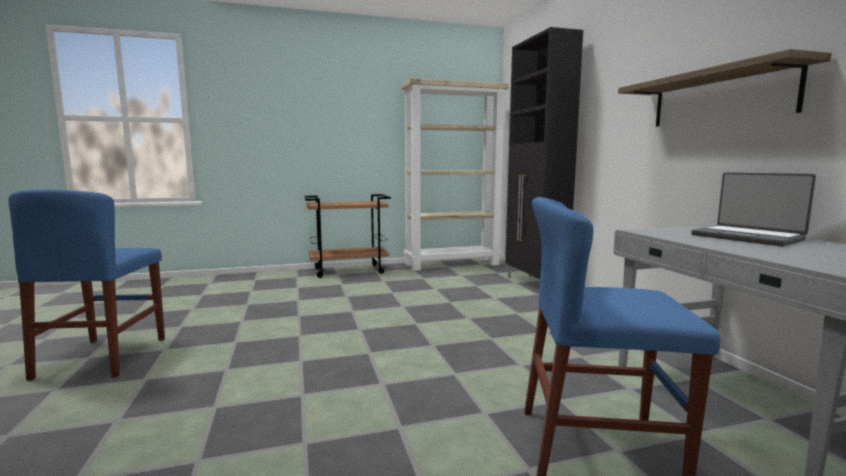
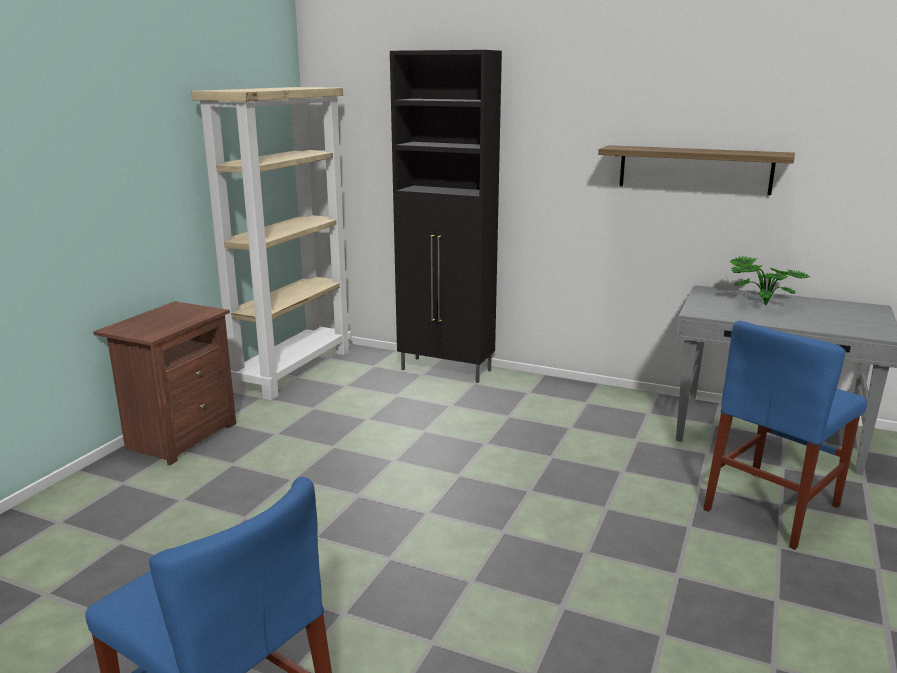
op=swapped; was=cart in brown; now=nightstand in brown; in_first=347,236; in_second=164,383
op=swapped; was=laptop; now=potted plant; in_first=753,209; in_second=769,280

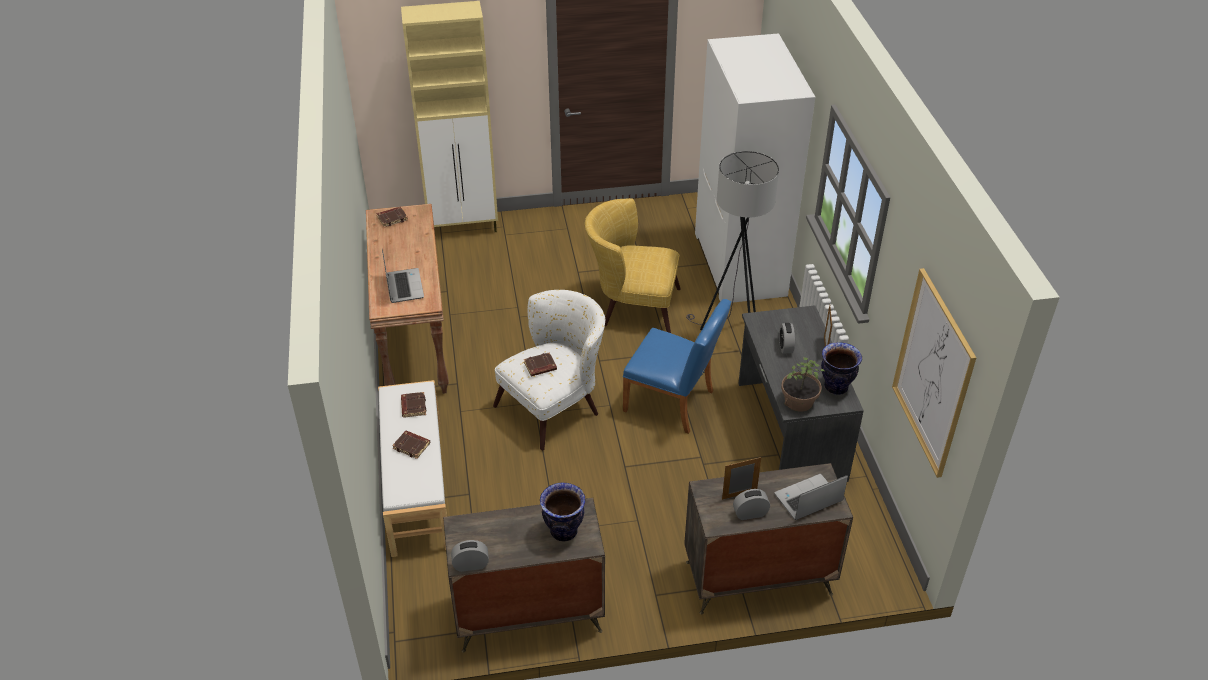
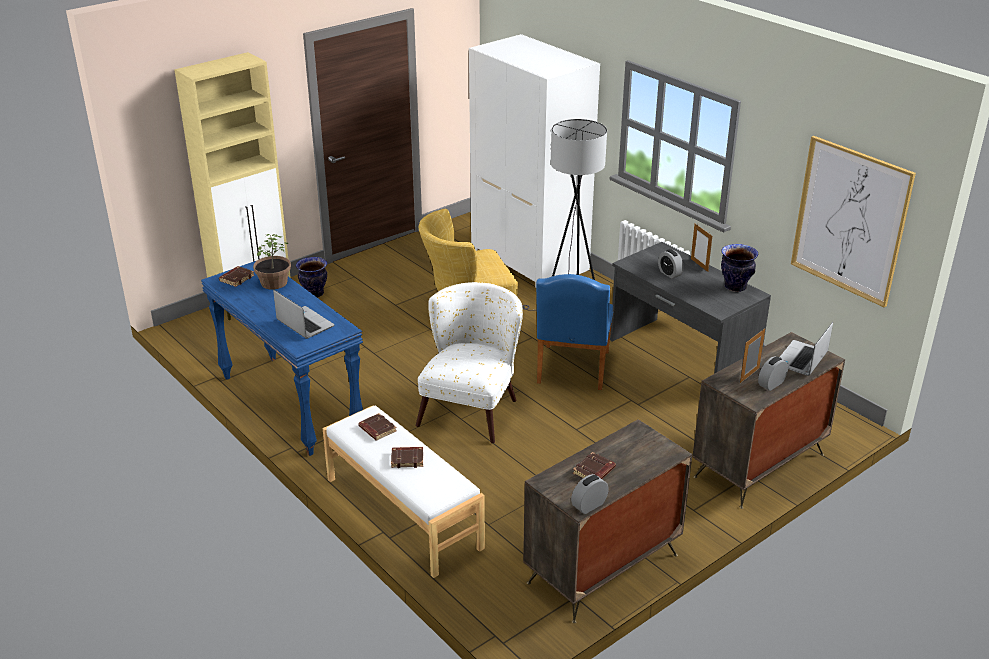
op=repainted; was=console table in brown; now=console table in blue; in_first=407,299; in_second=282,358
op=shifted; was=potted plant; in_first=803,385; in_second=272,261
op=shifted; was=vase; in_first=562,512; in_second=312,277
op=rotated; was=chair in blue; in_first=677,366; in_second=574,332; clockwise=105
op=shifted; was=book in brown; in_first=540,364; in_second=594,465

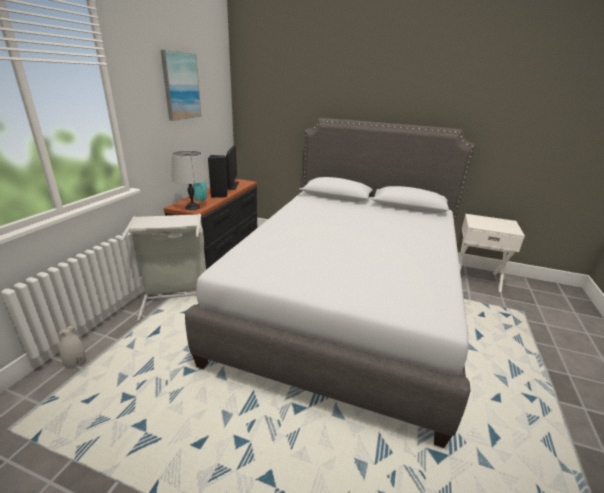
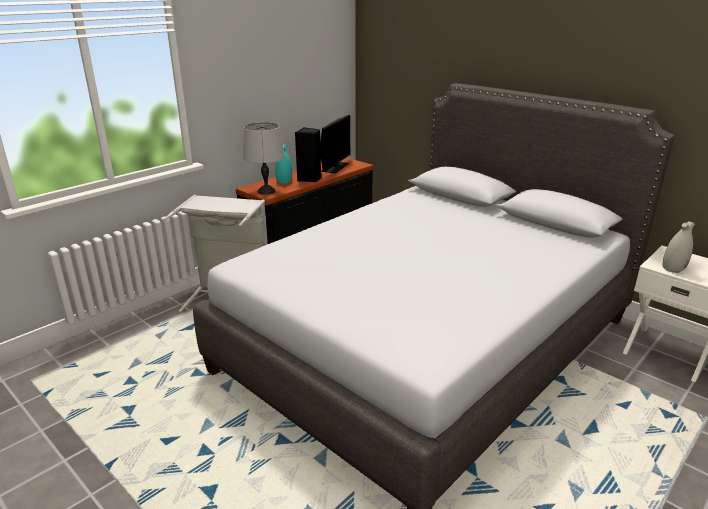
op=shifted; was=vase in white; in_first=72,347; in_second=678,247
op=gone; was=picture; in_first=181,85

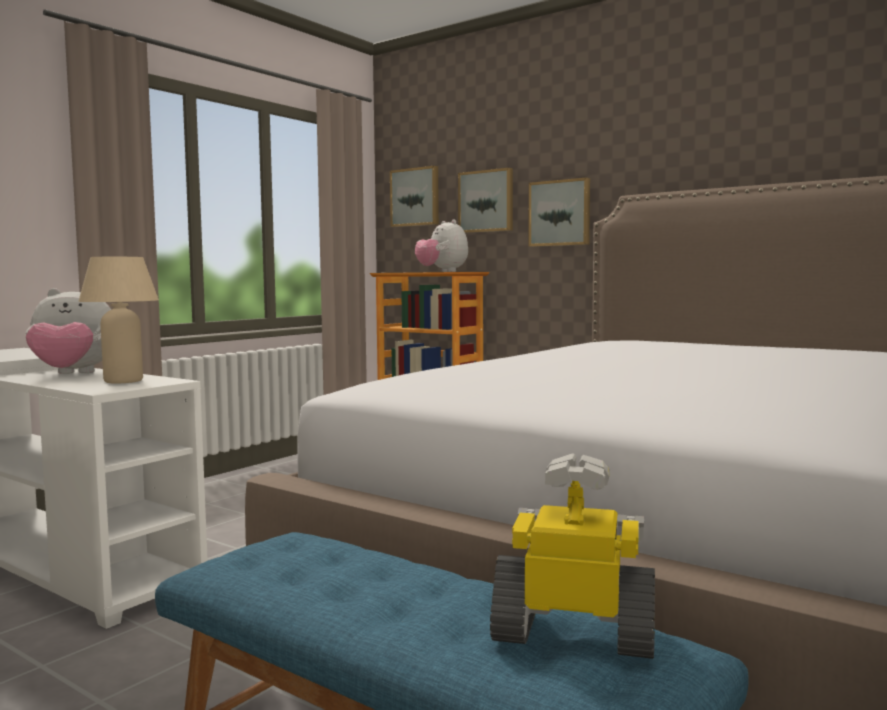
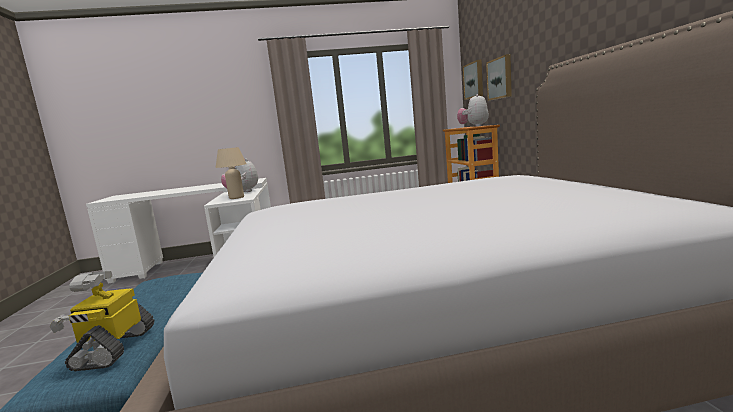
op=rotated; was=toy robot; in_first=572,556; in_second=102,321; clockwise=-150
op=gone; was=picture; in_first=559,212

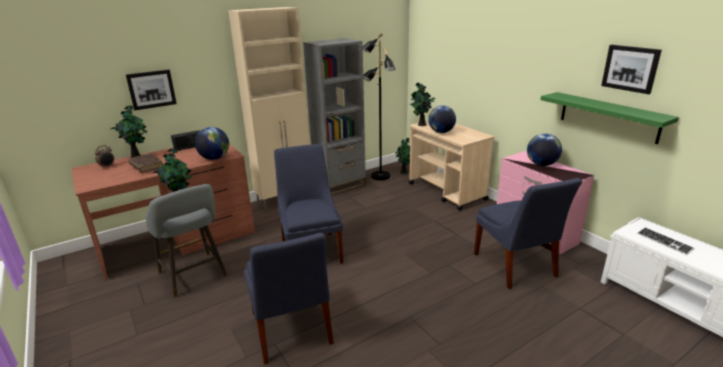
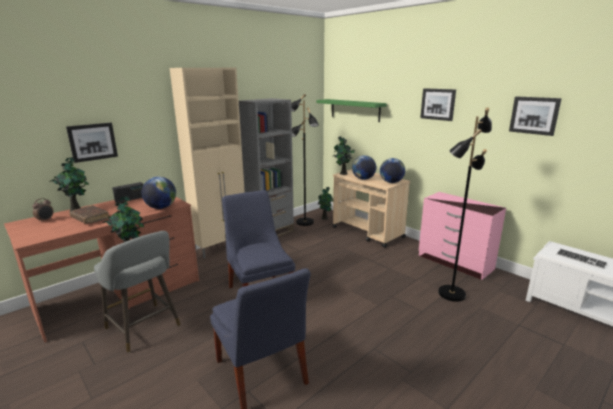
op=shifted; was=shelf in green; in_first=610,118; in_second=351,110
op=shifted; was=globe; in_first=544,149; in_second=392,170
op=new; now=picture; in_second=438,104
op=swapped; was=chair in blue; now=floor lamp in black; in_first=528,233; in_second=465,204

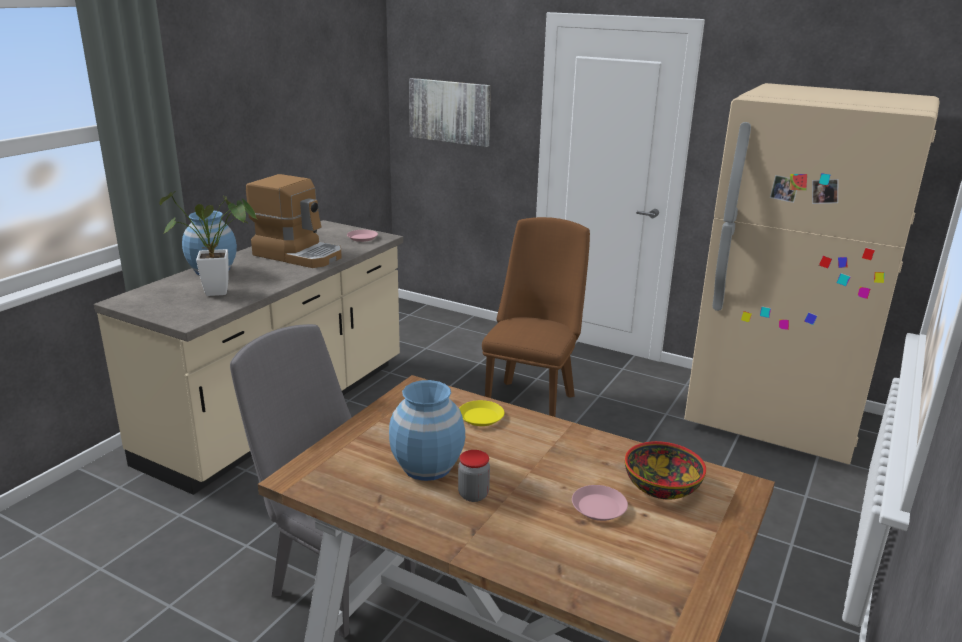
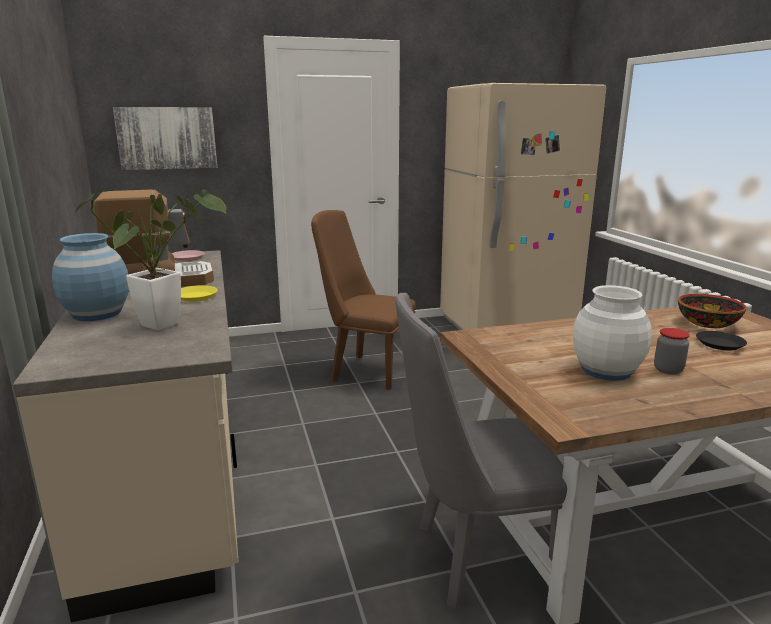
op=shifted; was=plate in yellow; in_first=481,413; in_second=199,293
op=rotated; was=chair in brown; in_first=536,317; in_second=363,300; clockwise=-45
op=repainted; was=vase in blue; now=vase in white; in_first=427,430; in_second=612,333
op=repainted; was=plate in pink; now=plate in black; in_first=600,503; in_second=721,341

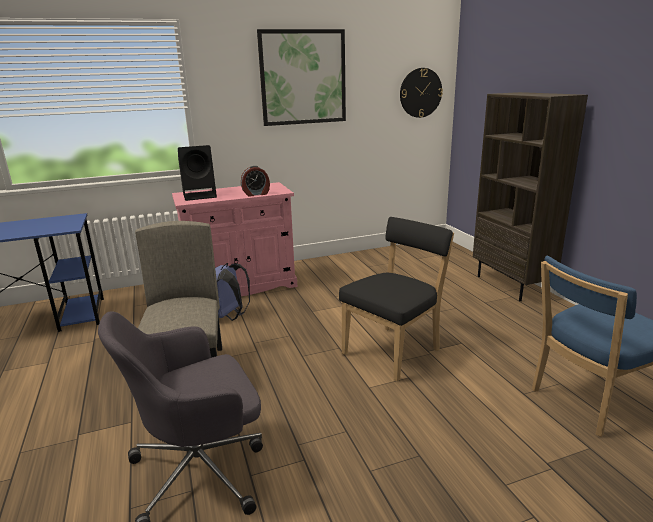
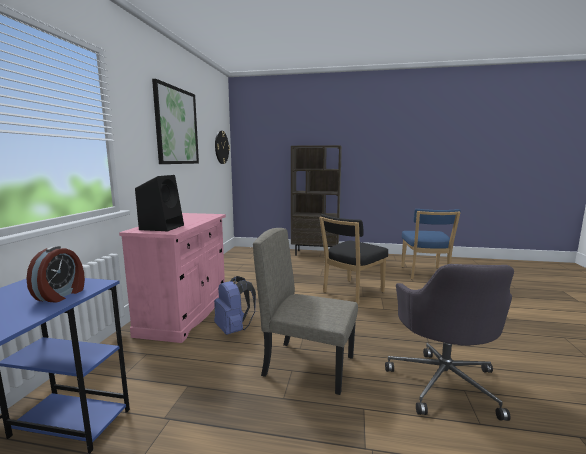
op=shifted; was=alarm clock; in_first=255,181; in_second=55,274
op=rotated; was=chair in black; in_first=396,299; in_second=353,259; clockwise=-120

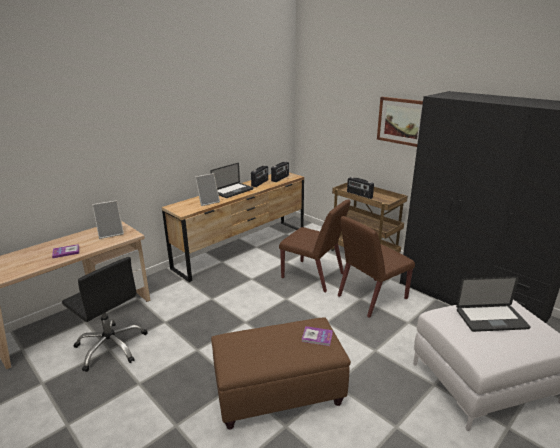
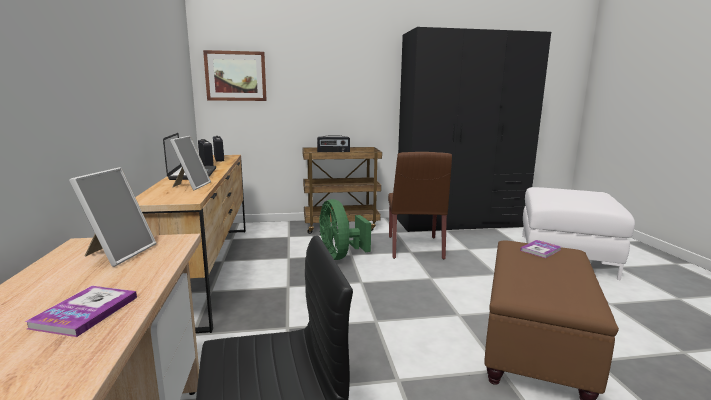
op=shifted; was=picture; in_first=400,122; in_second=235,75
op=swapped; was=chair in brown; now=fan in green; in_first=314,246; in_second=345,229
op=gone; was=laptop; in_first=493,304

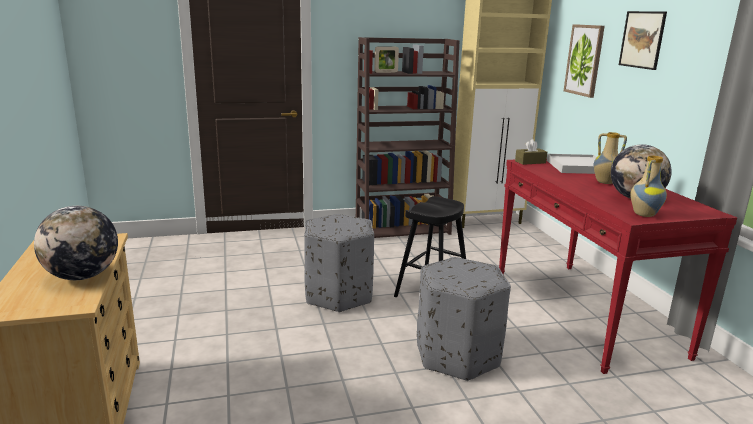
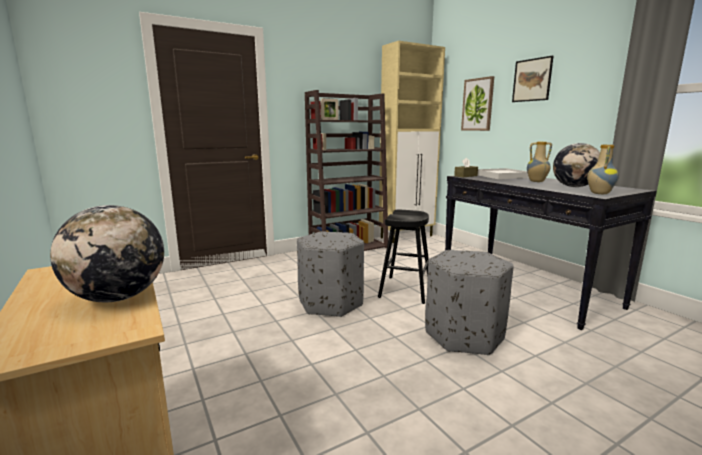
op=repainted; was=console table in red; now=console table in black; in_first=618,267; in_second=551,253

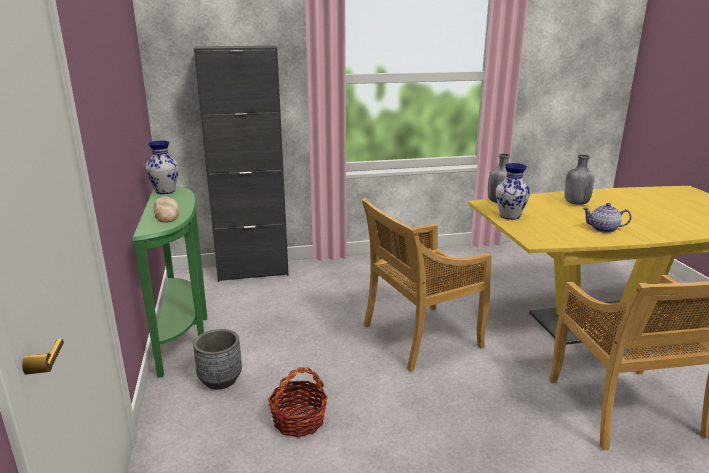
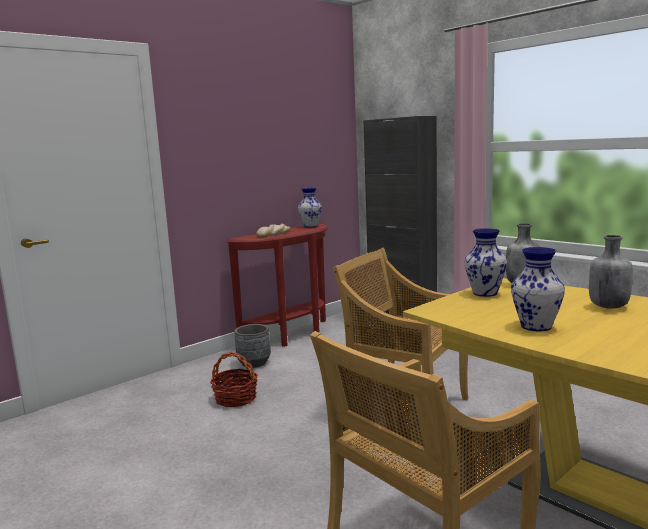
op=repainted; was=console table in green; now=console table in red; in_first=170,282; in_second=277,285
op=swapped; was=teapot; now=vase; in_first=607,218; in_second=538,289

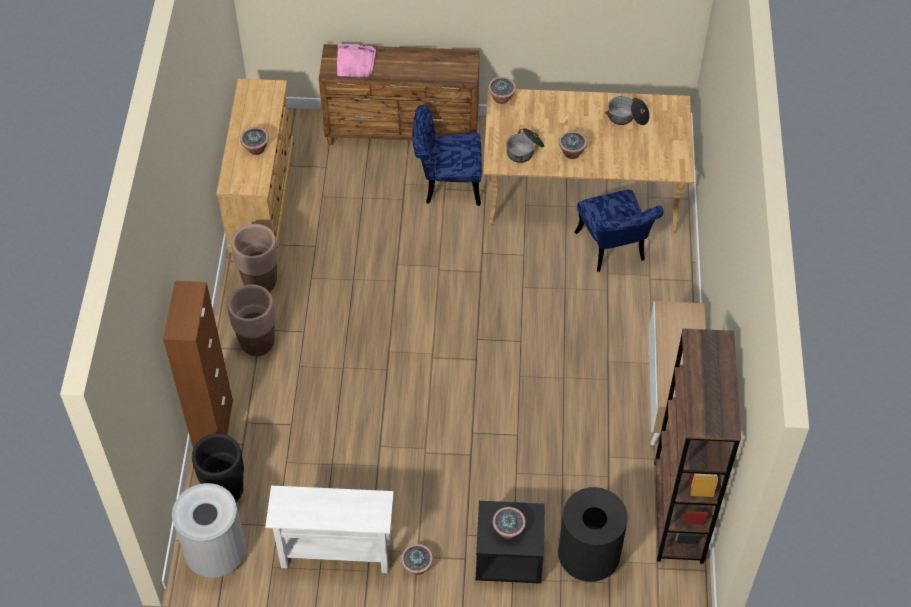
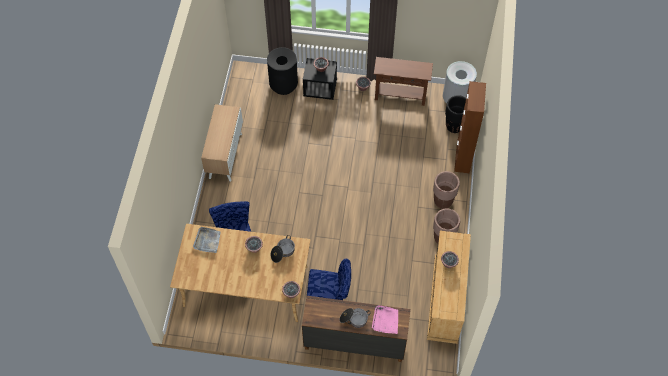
op=new; now=tray in grey; in_second=207,240
op=shifted; was=cooking pot; in_first=627,110; in_second=355,318
op=repainted; was=console table in white; now=console table in brown; in_first=329,529; in_second=403,81
op=gone; was=bookcase in brown; in_first=697,446

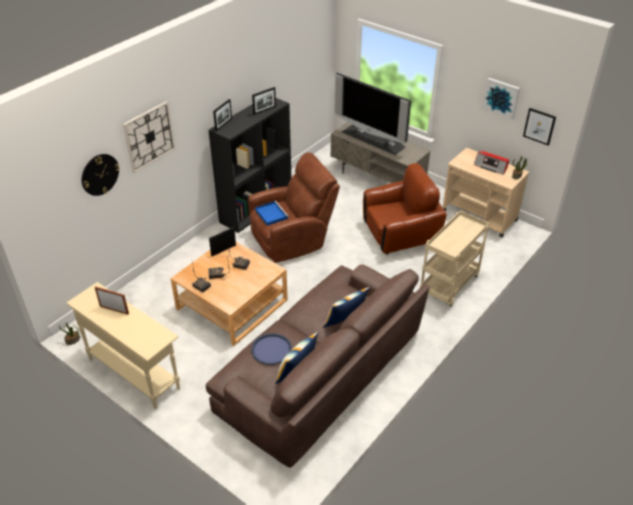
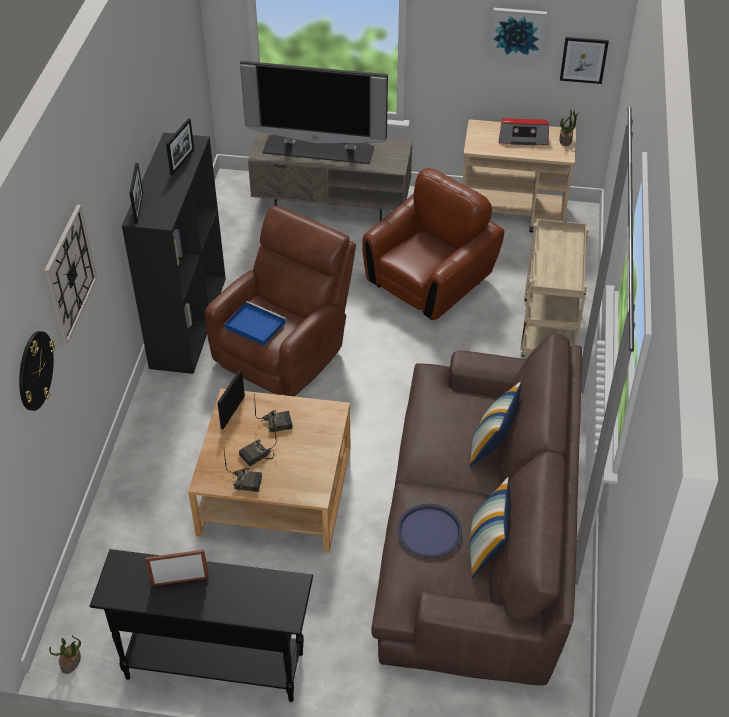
op=repainted; was=console table in beige; now=console table in black; in_first=123,345; in_second=201,625

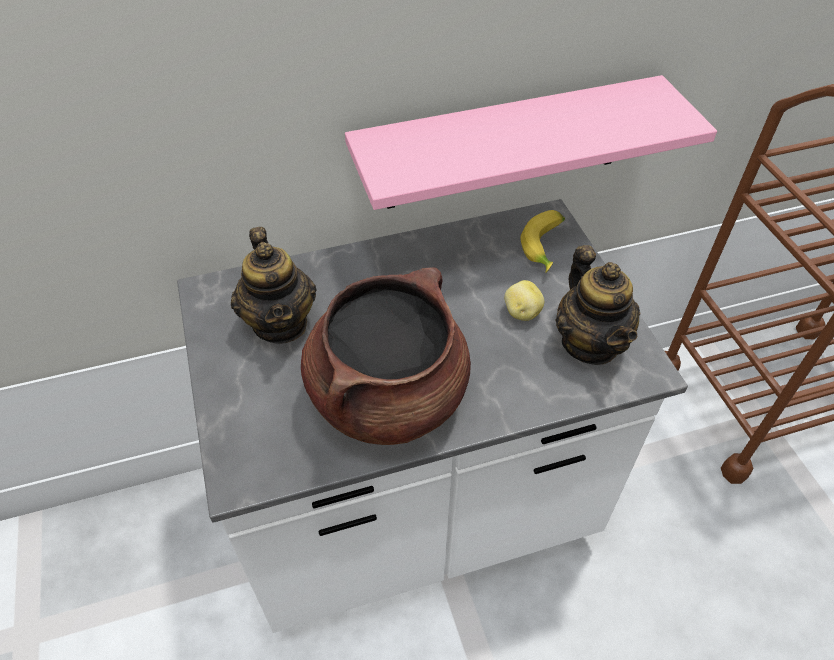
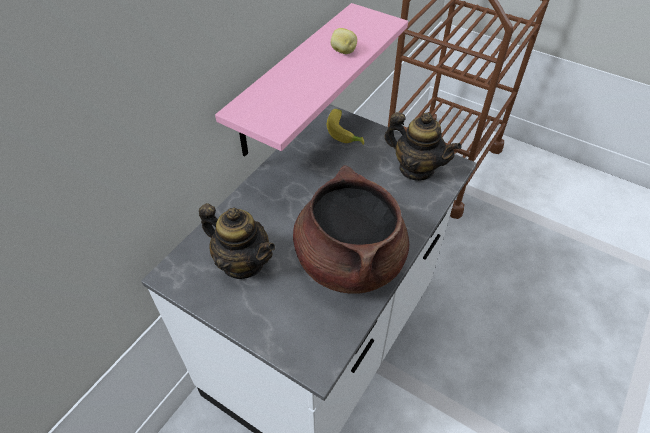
op=shifted; was=potato; in_first=524,300; in_second=344,41

